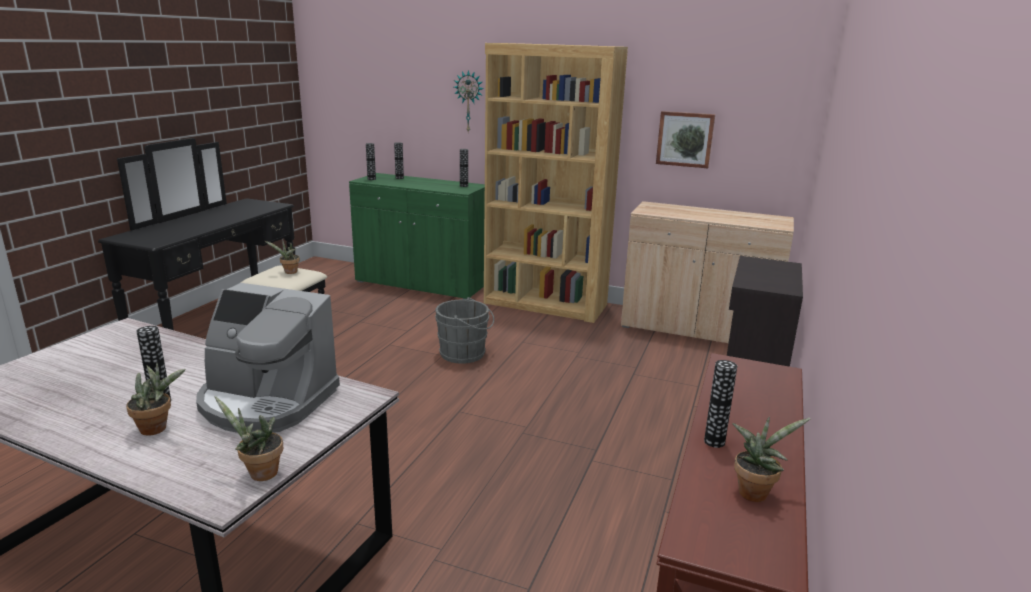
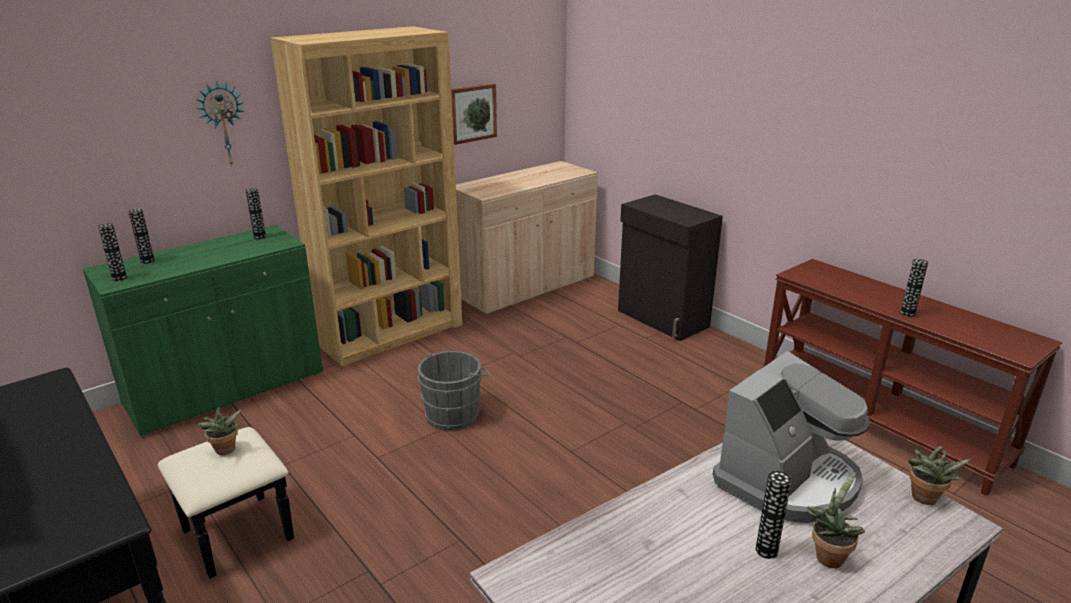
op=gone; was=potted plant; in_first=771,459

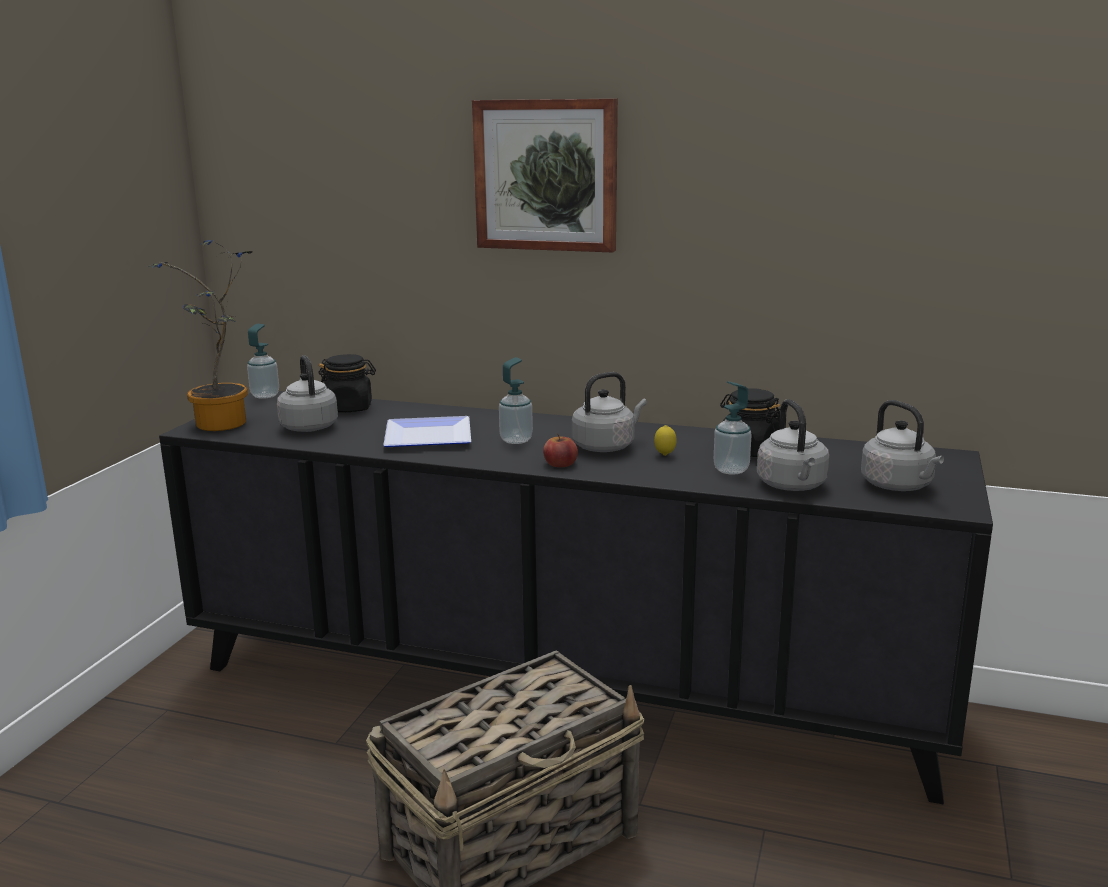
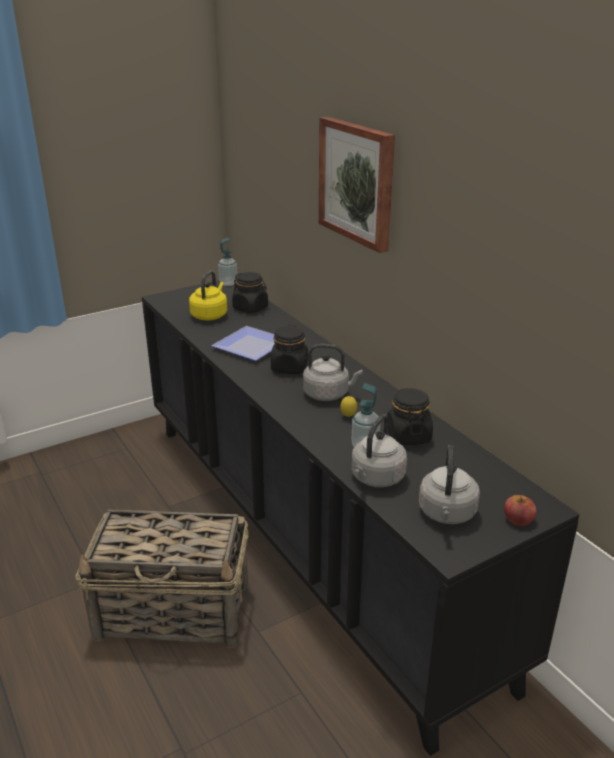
op=repainted; was=kettle in grey; now=kettle in yellow; in_first=307,393; in_second=208,295
op=swapped; was=soap dispenser; now=jar in black; in_first=516,400; in_second=289,349
op=shifted; was=apple; in_first=560,450; in_second=520,510
op=gone; was=potted plant; in_first=200,335

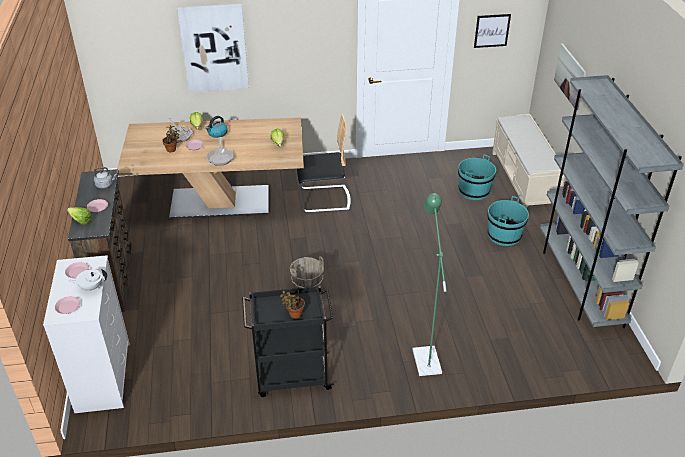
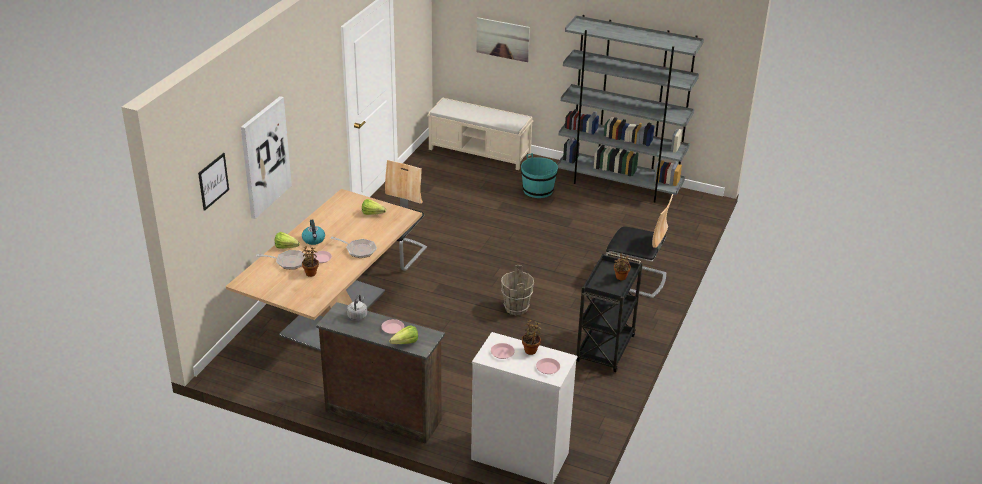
op=shifted; was=picture; in_first=492,31; in_second=213,182
op=swapped; was=teapot in white; now=potted plant; in_first=87,280; in_second=531,337
op=swapped; was=floor lamp in green; now=chair; in_first=429,284; in_second=639,246
op=gone; was=bucket in turquoise; in_first=477,177

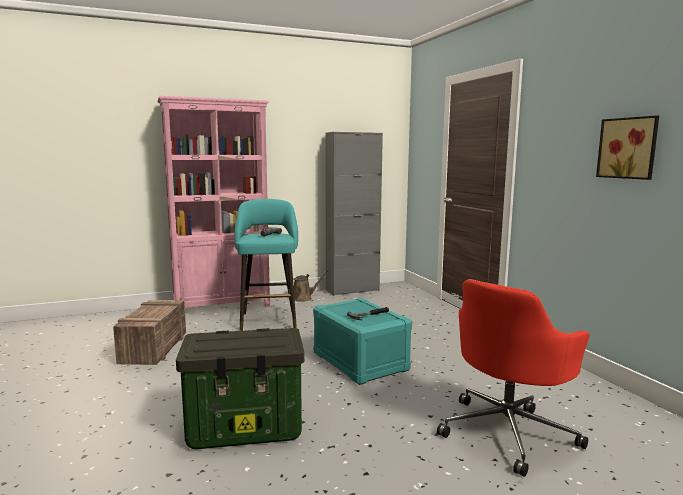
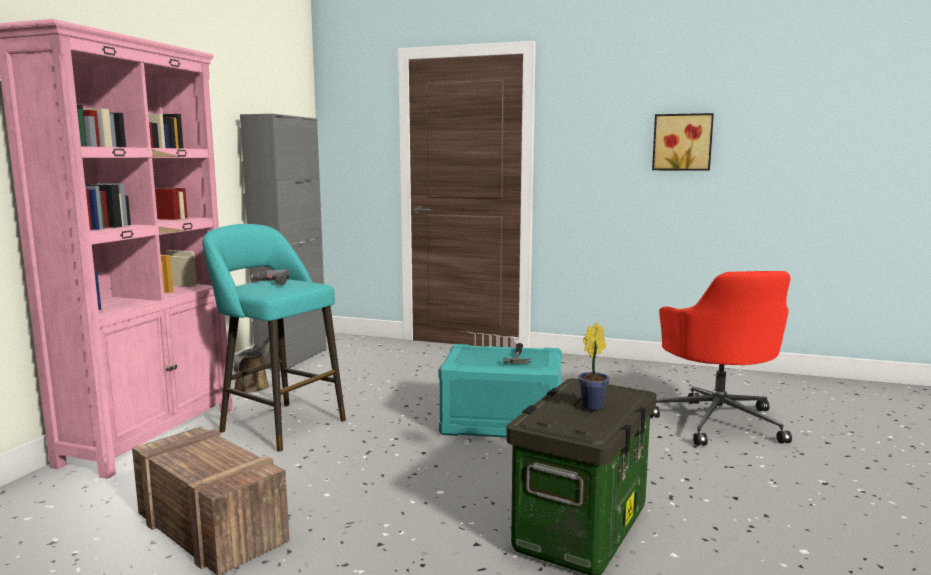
op=new; now=potted plant; in_second=594,366

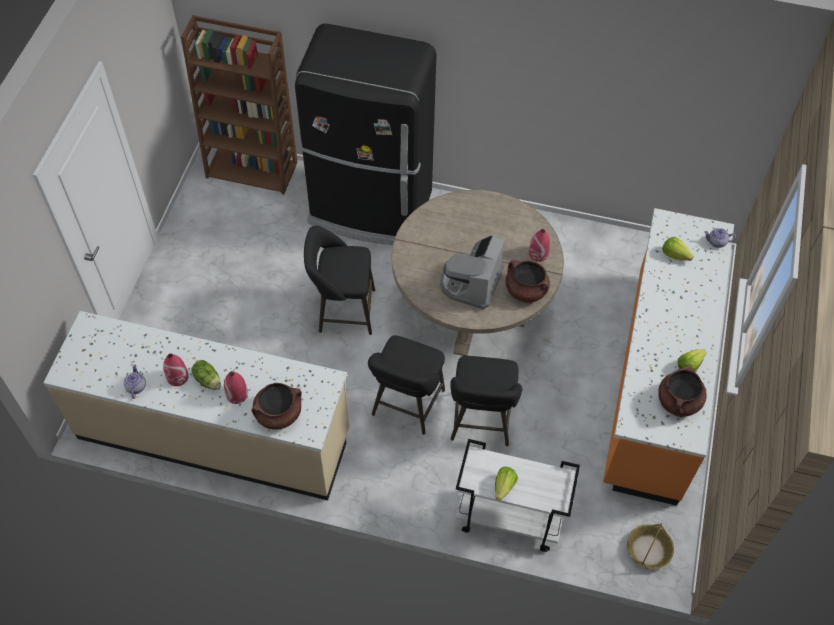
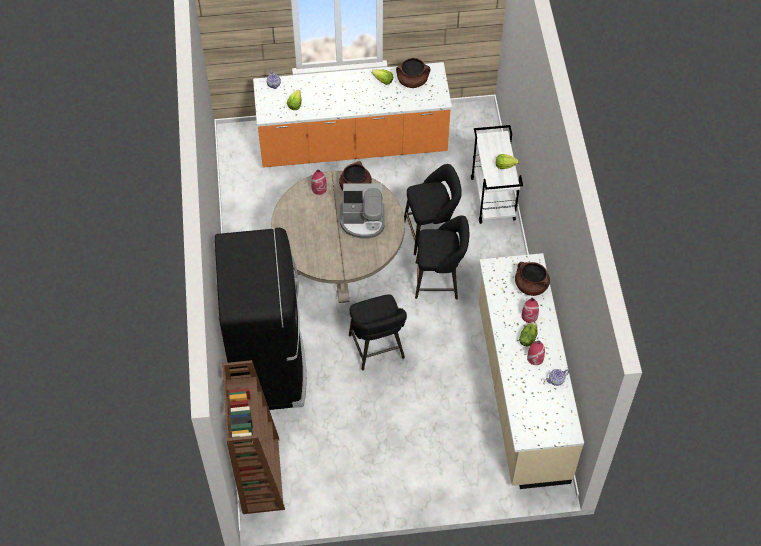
op=gone; was=basket; in_first=650,546

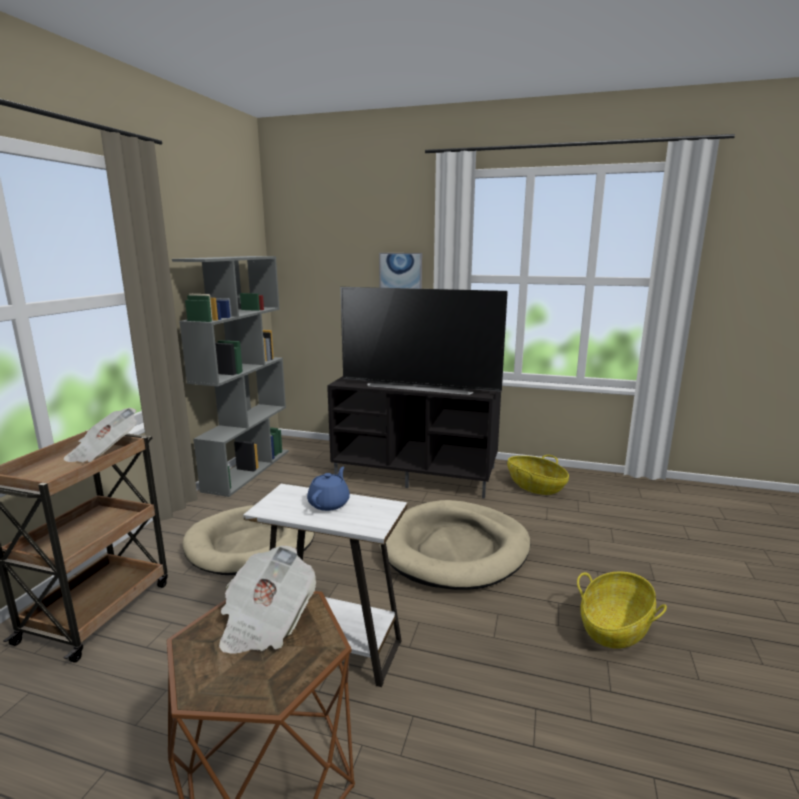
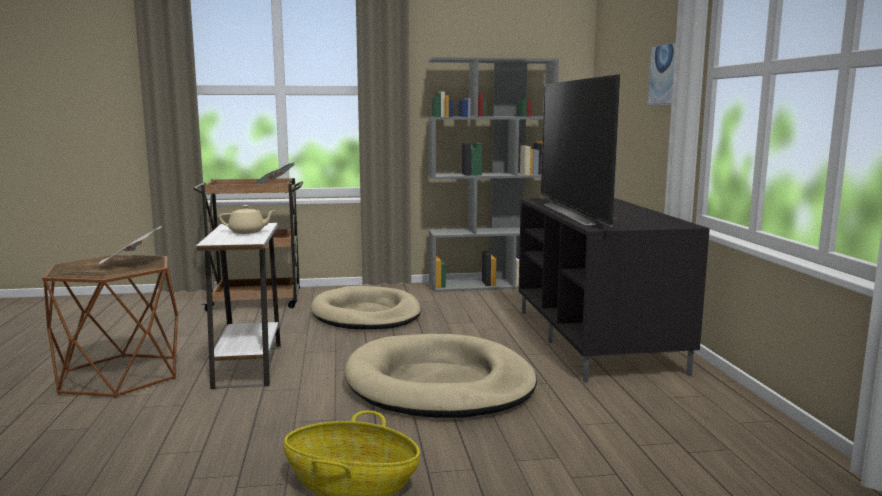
op=repainted; was=teapot in blue; now=teapot in beige; in_first=328,488; in_second=247,219
op=gone; was=basket; in_first=538,475

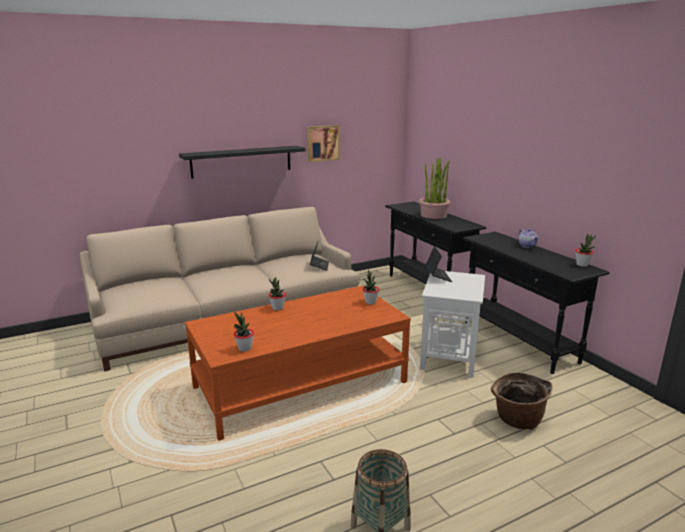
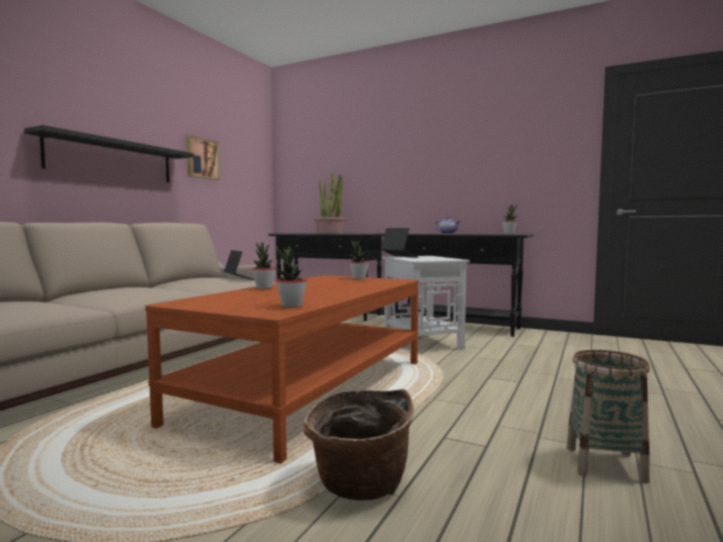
op=shifted; was=basket; in_first=522,401; in_second=358,444

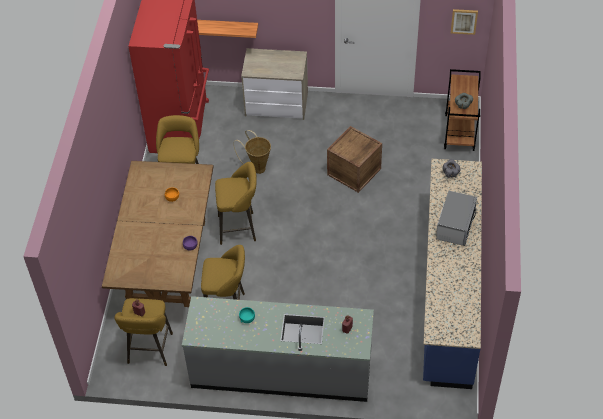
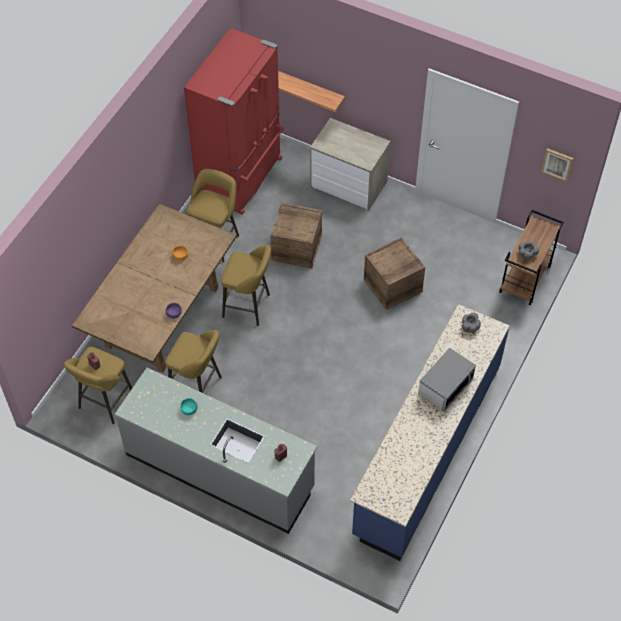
op=swapped; was=basket; now=crate; in_first=252,152; in_second=296,236

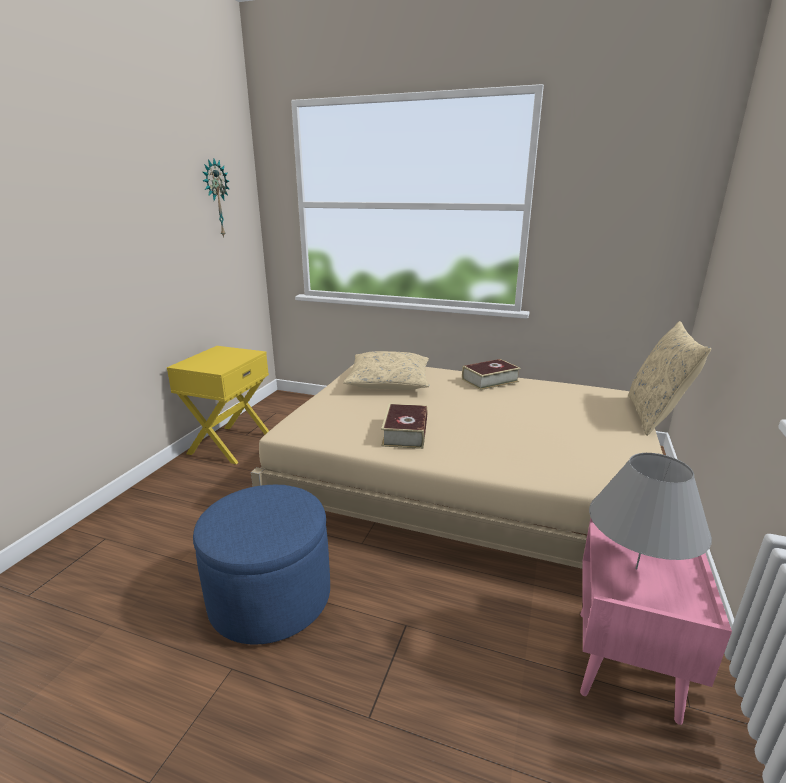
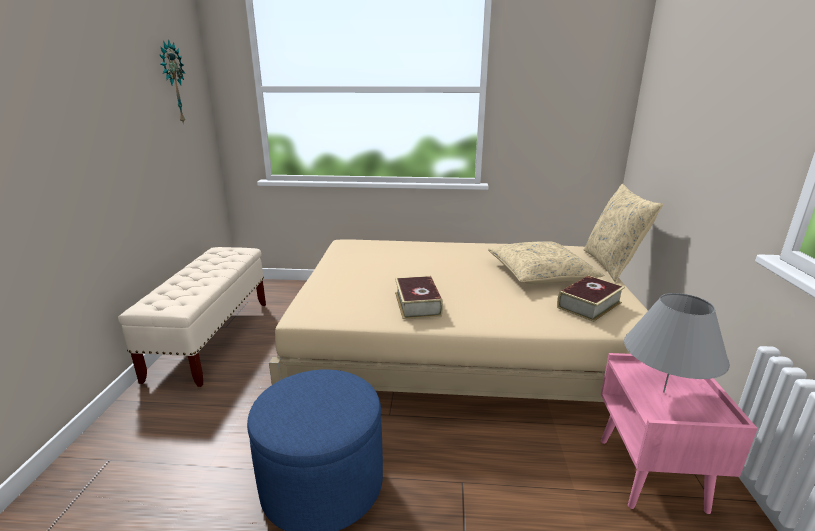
op=swapped; was=nightstand in yellow; now=bench in beige; in_first=218,405; in_second=192,317
op=shifted; was=pillow in beige; in_first=386,370; in_second=546,262
op=shifted; was=book; in_first=491,374; in_second=591,298

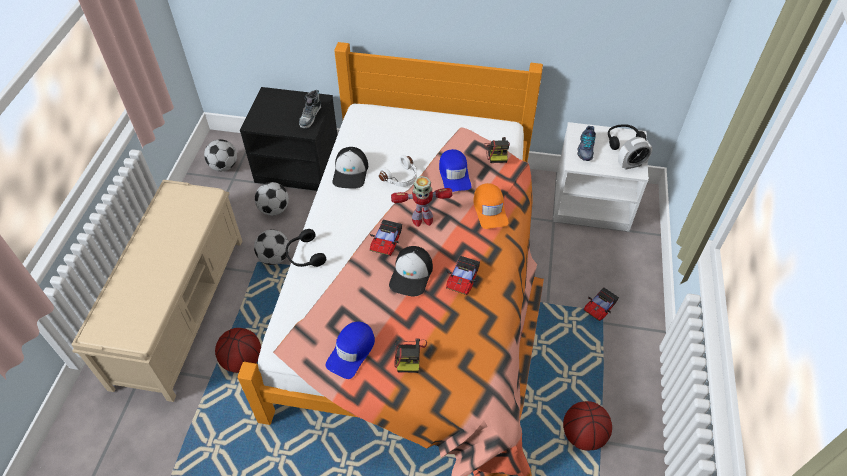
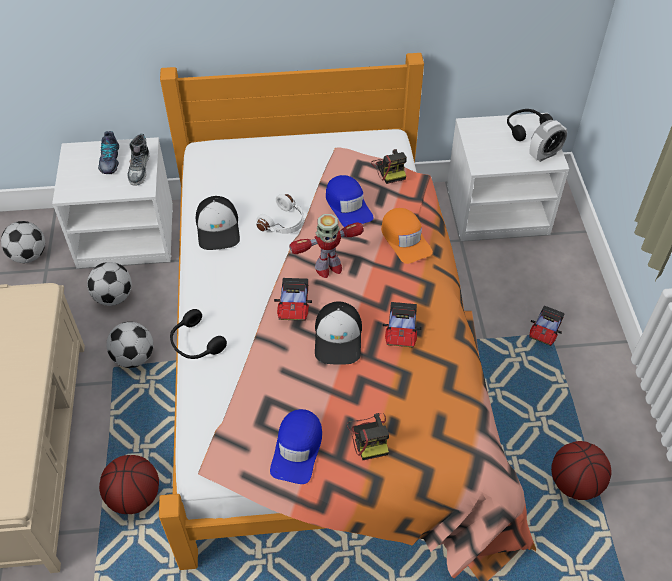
op=repainted; was=nightstand in black; now=nightstand in white; in_first=288,139; in_second=112,203
op=shifted; was=shoe; in_first=586,143; in_second=108,152

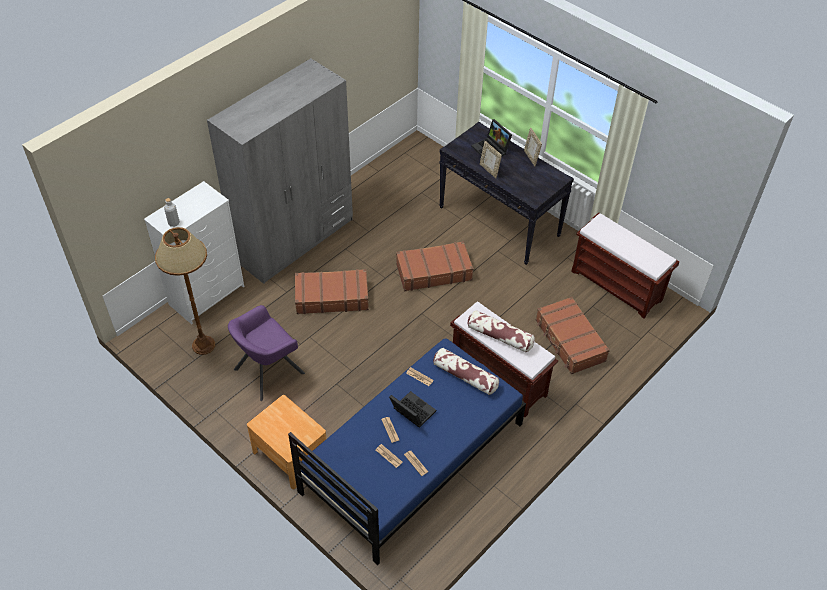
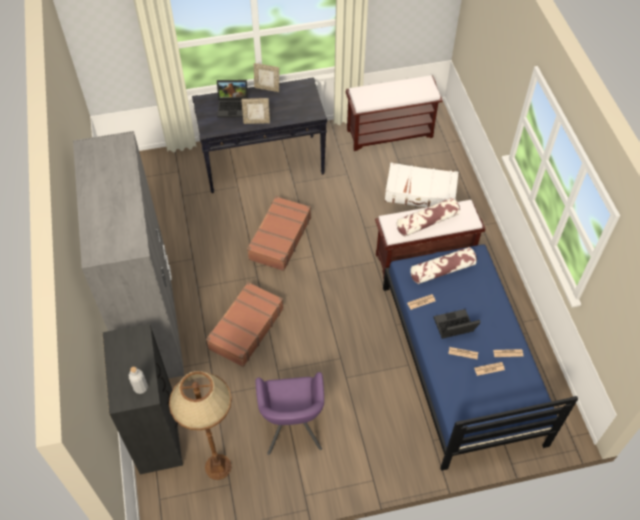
op=repainted; was=dresser in white; now=dresser in black; in_first=194,252; in_second=142,398
op=repainted; was=suitcase in brown; now=suitcase in white; in_first=573,335; in_second=422,185
op=gone; was=nightstand in brown; in_first=287,442

